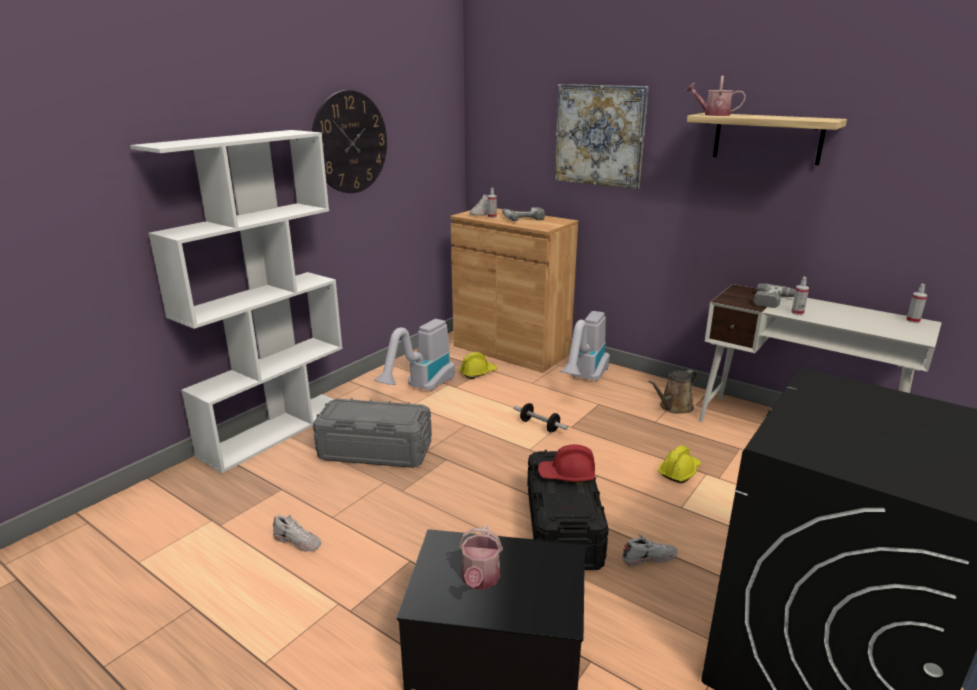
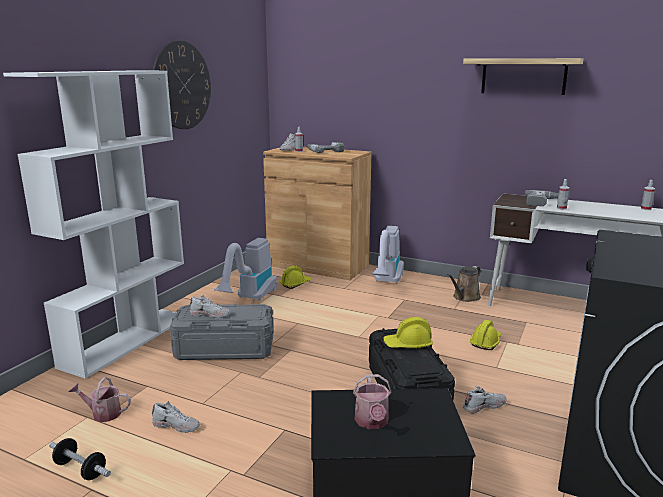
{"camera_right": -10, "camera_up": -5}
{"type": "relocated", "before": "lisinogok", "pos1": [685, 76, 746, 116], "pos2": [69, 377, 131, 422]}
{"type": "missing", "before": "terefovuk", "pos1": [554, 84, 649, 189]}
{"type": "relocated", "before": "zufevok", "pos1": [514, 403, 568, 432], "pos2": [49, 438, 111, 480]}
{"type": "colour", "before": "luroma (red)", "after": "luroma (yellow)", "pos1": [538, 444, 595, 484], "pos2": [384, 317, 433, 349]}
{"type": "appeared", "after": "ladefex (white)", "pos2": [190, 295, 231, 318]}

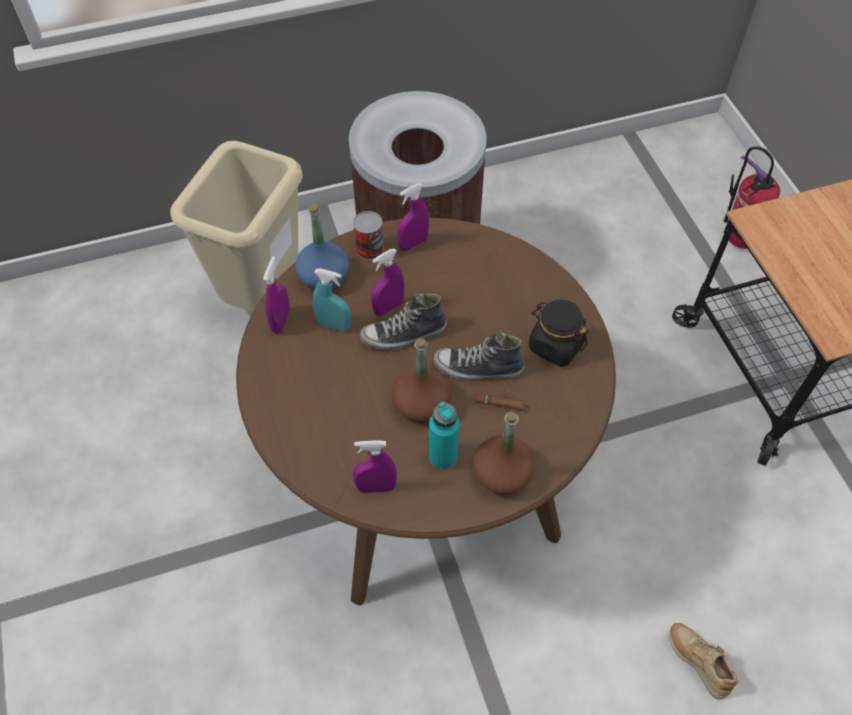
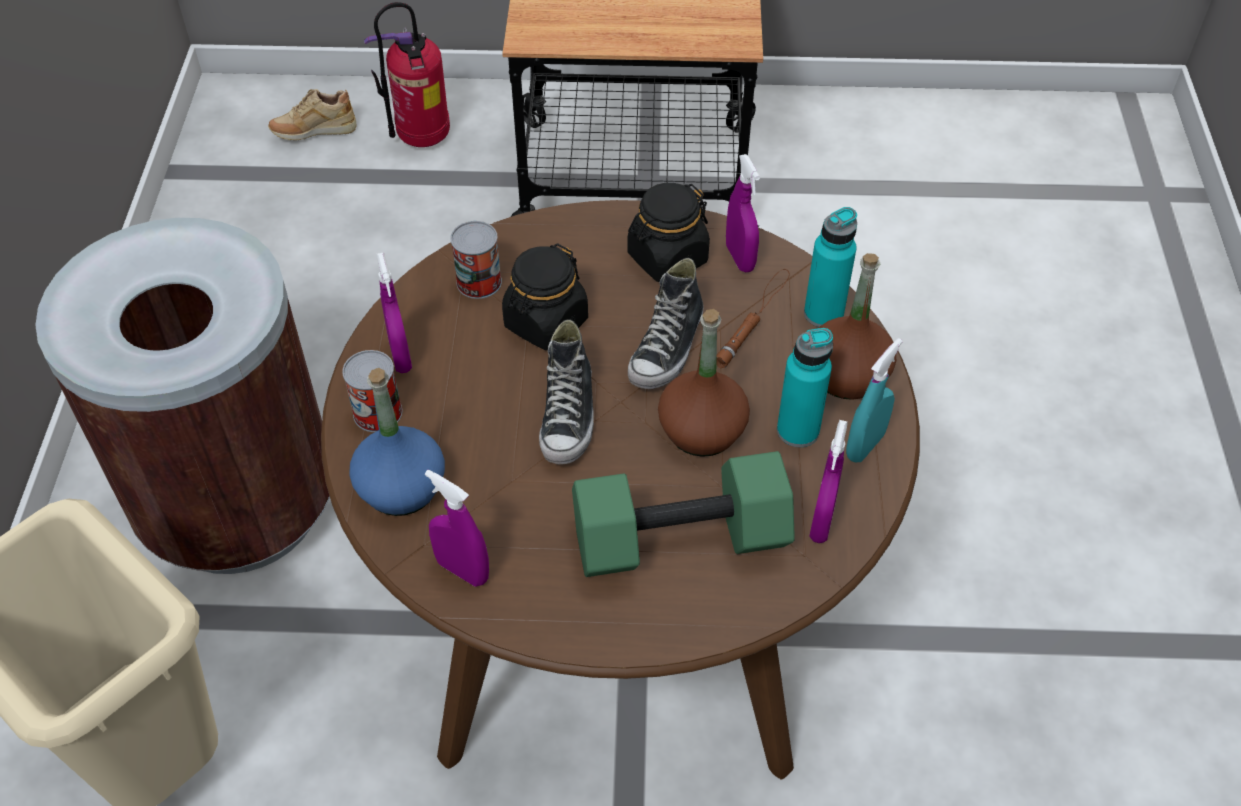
{"camera_right": -70, "camera_up": -5}
{"type": "relocated", "before": "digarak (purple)", "pos1": [371, 249, 404, 316], "pos2": [726, 154, 760, 272]}
{"type": "relocated", "before": "digarak (turquoise)", "pos1": [313, 268, 351, 331], "pos2": [846, 338, 902, 462]}
{"type": "relocated", "before": "ladefex (beige)", "pos1": [669, 623, 739, 699], "pos2": [268, 89, 357, 140]}
{"type": "appeared", "after": "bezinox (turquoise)", "pos2": [804, 207, 857, 327]}
{"type": "appeared", "after": "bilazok", "pos2": [450, 221, 502, 299]}
{"type": "appeared", "after": "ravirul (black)", "pos2": [502, 244, 588, 350]}
{"type": "appeared", "after": "zufevok (green)", "pos2": [572, 451, 795, 577]}

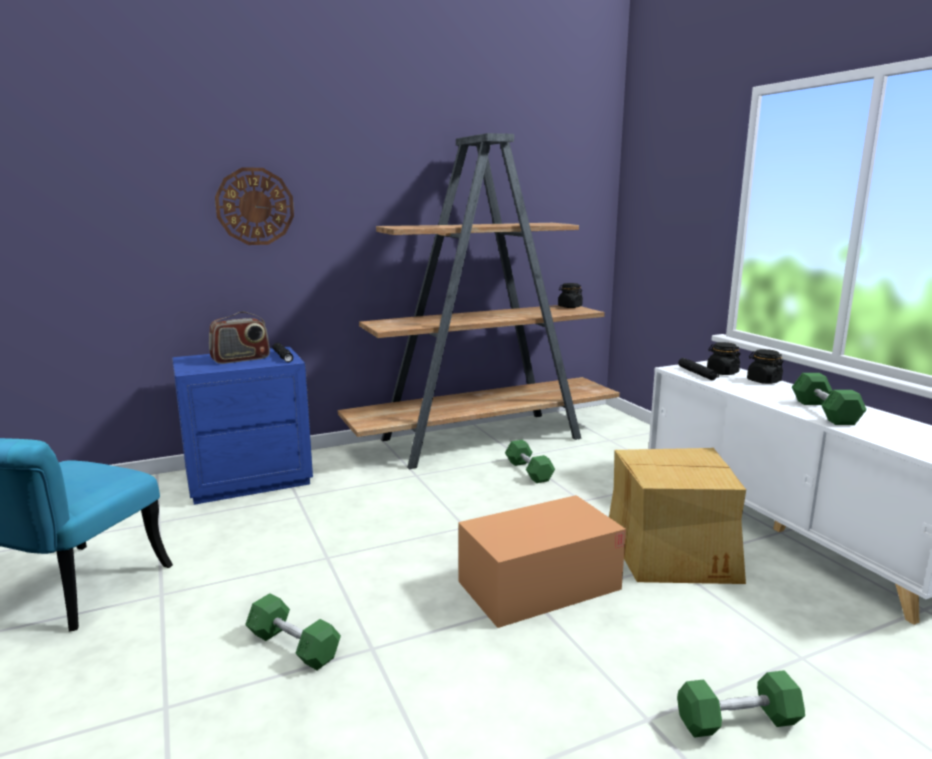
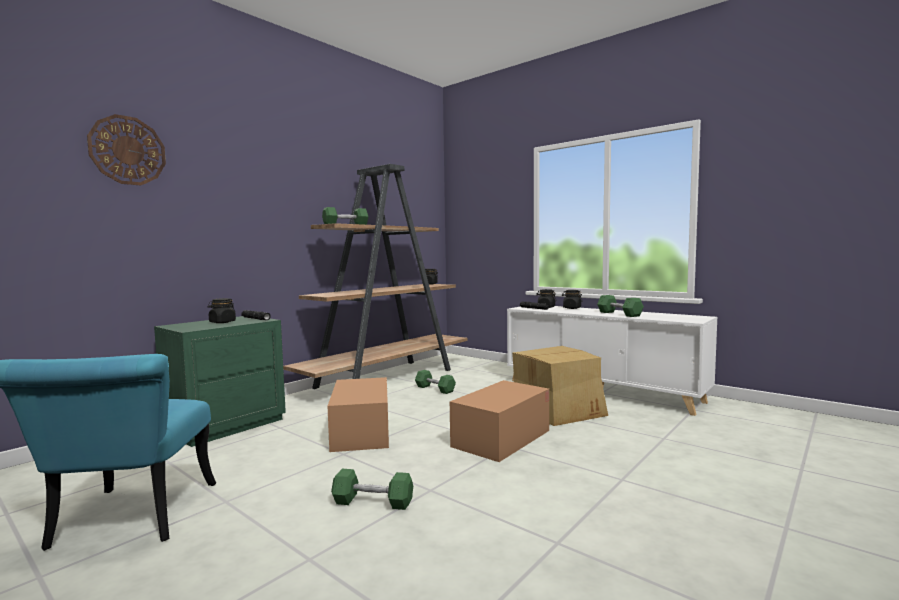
{"camera_right": -25, "camera_up": -10}
{"type": "relocated", "before": "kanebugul", "pos1": [215, 167, 294, 245], "pos2": [87, 114, 166, 185]}
{"type": "exchanged", "before": "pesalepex", "after": "ravirul (black)", "pos1": [209, 312, 270, 364], "pos2": [208, 298, 236, 323]}
{"type": "colour", "before": "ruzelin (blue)", "after": "ruzelin (green)", "pos1": [172, 347, 313, 505], "pos2": [154, 316, 286, 447]}
{"type": "relocated", "before": "zufevok (green)", "pos1": [677, 670, 805, 738], "pos2": [322, 207, 368, 225]}
{"type": "appeared", "after": "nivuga", "pos2": [327, 377, 389, 452]}

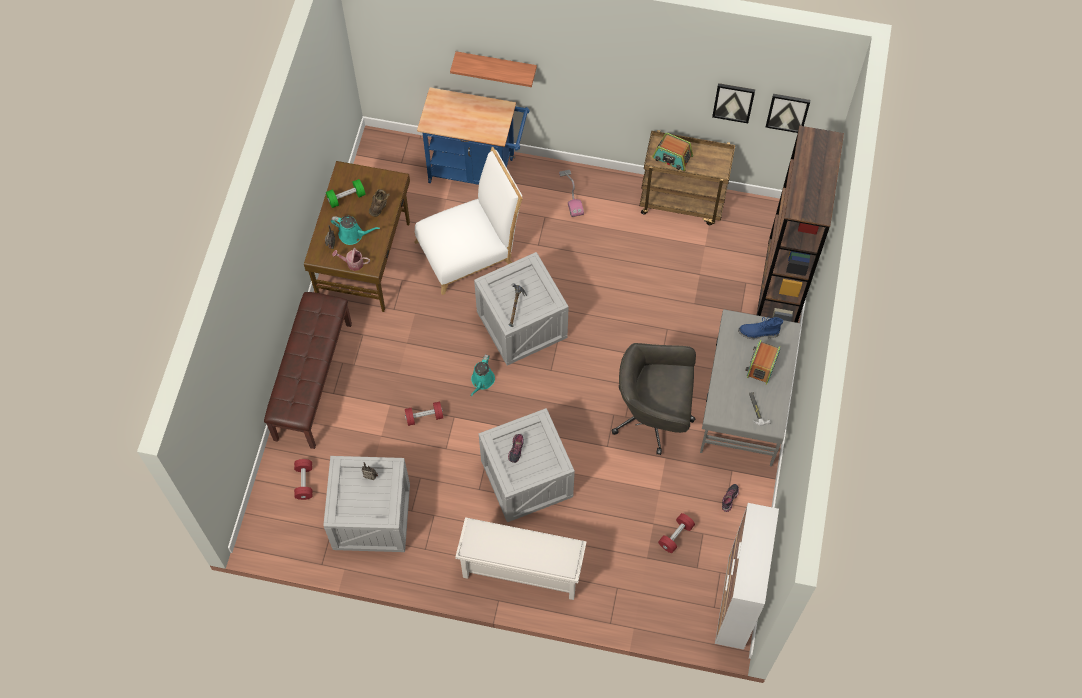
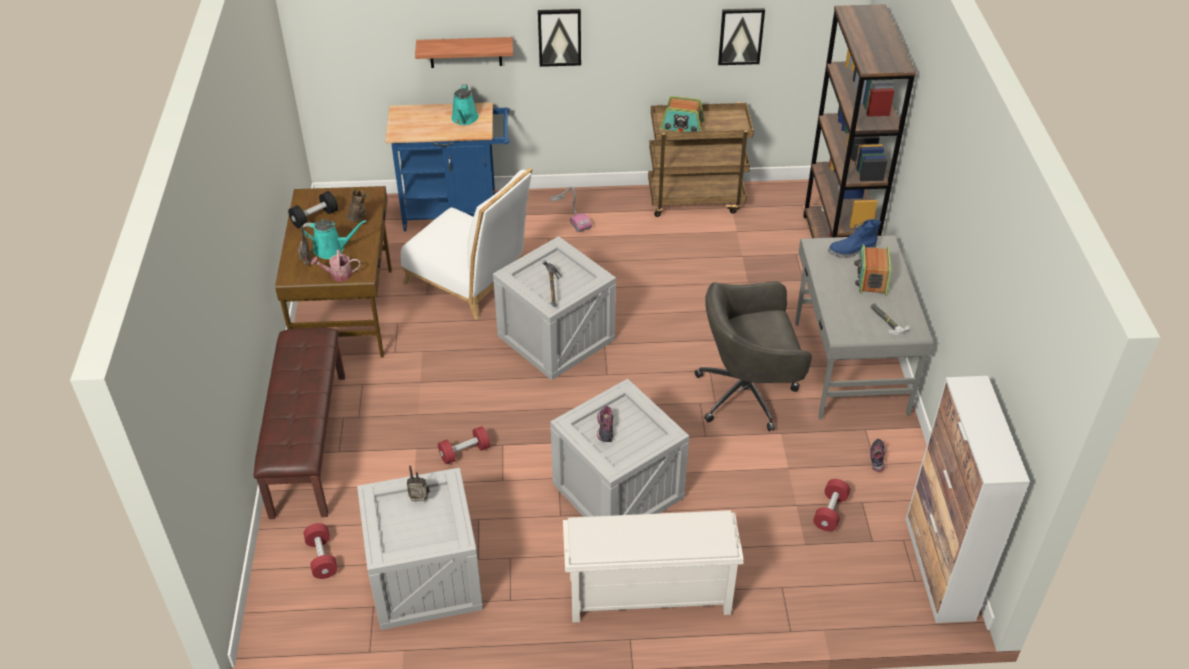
{"camera_right": -15, "camera_up": -20}
{"type": "relocated", "before": "terefovuk", "pos1": [765, 94, 810, 133], "pos2": [538, 9, 581, 67]}
{"type": "spun", "before": "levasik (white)", "pos1": [415, 147, 523, 295], "pos2": [401, 168, 533, 319], "turn": 75}
{"type": "colour", "before": "zufevok (green)", "after": "zufevok (black)", "pos1": [326, 179, 366, 208], "pos2": [288, 191, 338, 229]}
{"type": "relocated", "before": "lisinogok (turquoise)", "pos1": [471, 354, 495, 396], "pos2": [451, 84, 479, 125]}

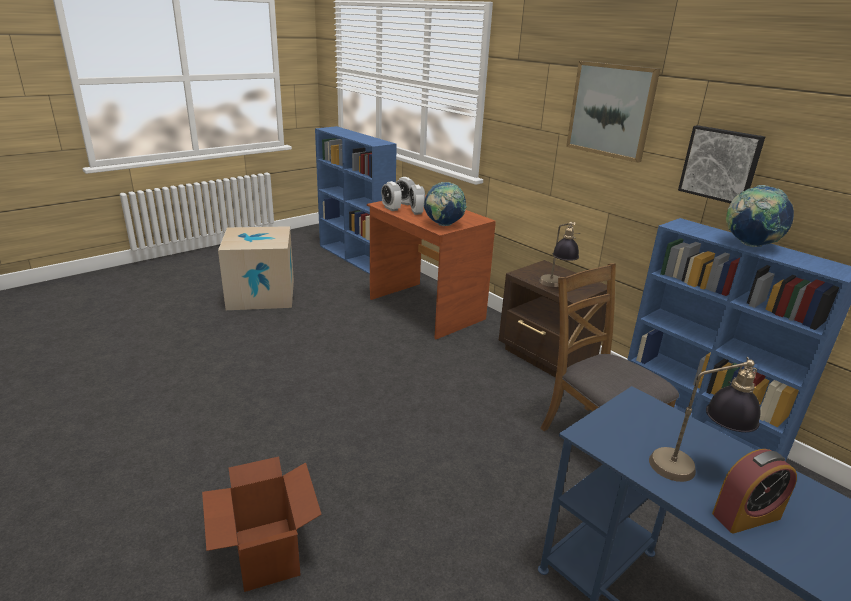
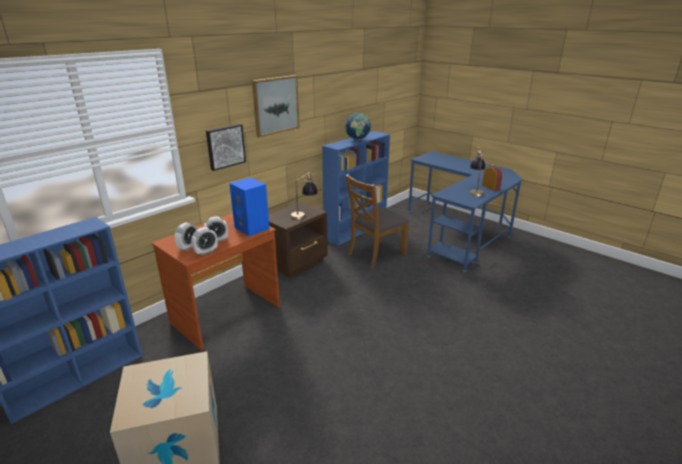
{"camera_right": -95, "camera_up": 0}
{"type": "relocated", "before": "terefovuk", "pos1": [678, 125, 765, 203], "pos2": [206, 124, 246, 171]}
{"type": "exchanged", "before": "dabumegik", "after": "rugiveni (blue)", "pos1": [424, 182, 467, 226], "pos2": [229, 178, 269, 236]}
{"type": "missing", "before": "nivuga", "pos1": [202, 456, 322, 592]}

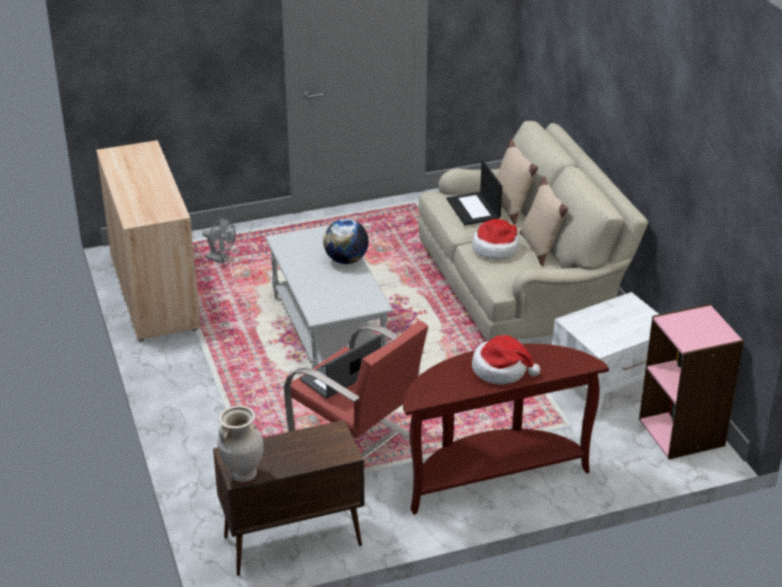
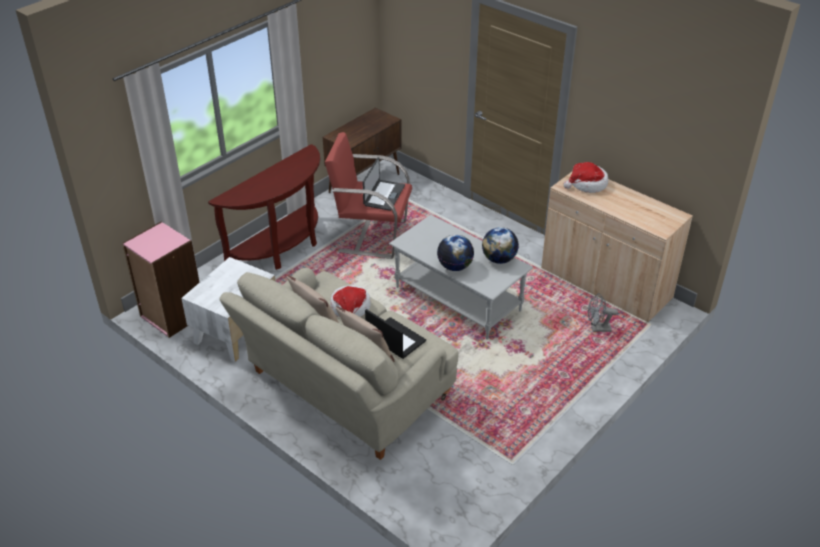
{"camera_right": 150, "camera_up": 5}
{"type": "relocated", "before": "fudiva", "pos1": [472, 335, 540, 384], "pos2": [564, 162, 608, 193]}
{"type": "missing", "before": "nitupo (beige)", "pos1": [218, 406, 264, 482]}
{"type": "appeared", "after": "dabumegik", "pos2": [482, 227, 519, 264]}

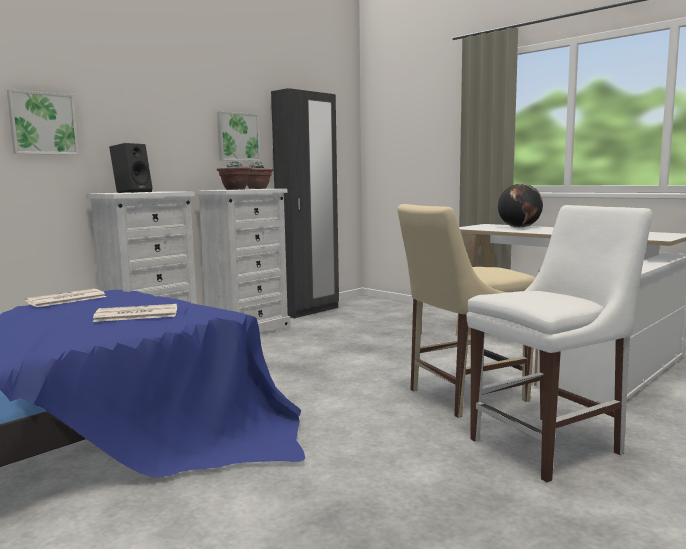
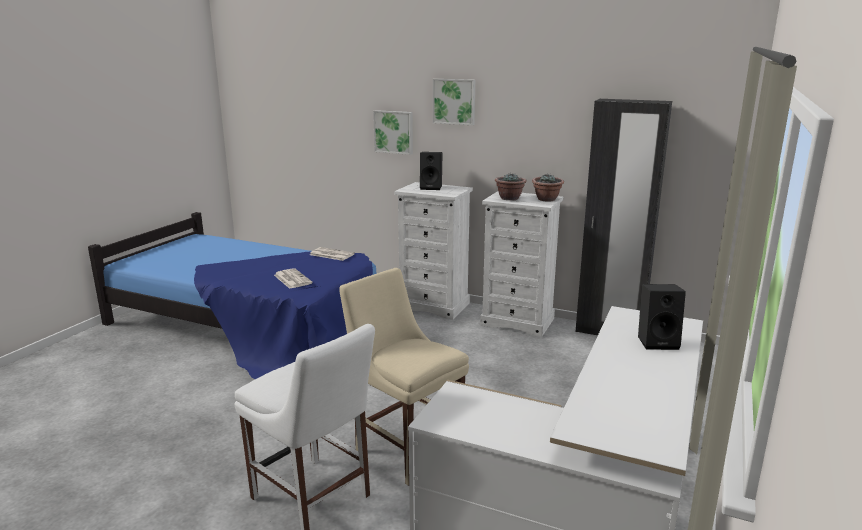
{"camera_right": 70, "camera_up": 10}
{"type": "relocated", "before": "terefovuk", "pos1": [217, 111, 261, 161], "pos2": [433, 79, 475, 125]}
{"type": "exchanged", "before": "dabumegik", "after": "rugiveni (black)", "pos1": [498, 184, 543, 228], "pos2": [638, 284, 686, 350]}

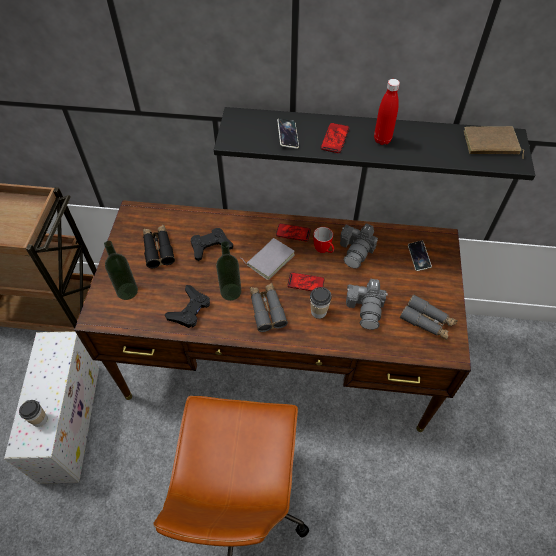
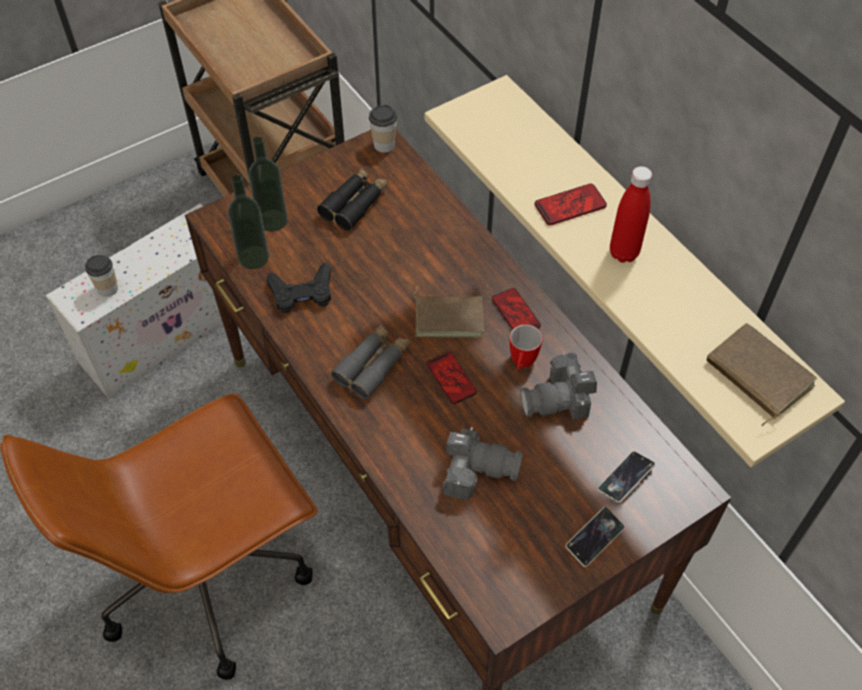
{"camera_right": 50, "camera_up": 0}
{"type": "colour", "before": "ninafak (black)", "after": "ninafak (beige)", "pos1": [214, 107, 535, 180], "pos2": [425, 75, 845, 467]}
{"type": "relocated", "before": "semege", "pos1": [277, 118, 299, 149], "pos2": [565, 507, 625, 567]}
{"type": "missing", "before": "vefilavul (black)", "pos1": [191, 228, 233, 261]}
{"type": "colour", "before": "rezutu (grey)", "after": "rezutu (brown)", "pos1": [240, 238, 295, 280], "pos2": [414, 285, 484, 338]}
{"type": "relocated", "before": "bezinox", "pos1": [216, 241, 241, 301], "pos2": [228, 174, 269, 269]}
{"type": "spun", "before": "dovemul", "pos1": [346, 279, 388, 330], "pos2": [443, 427, 523, 499], "turn": -135}
{"type": "relocated", "before": "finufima", "pos1": [310, 287, 331, 319], "pos2": [369, 105, 397, 153]}
{"type": "missing", "before": "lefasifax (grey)", "pos1": [400, 295, 457, 340]}

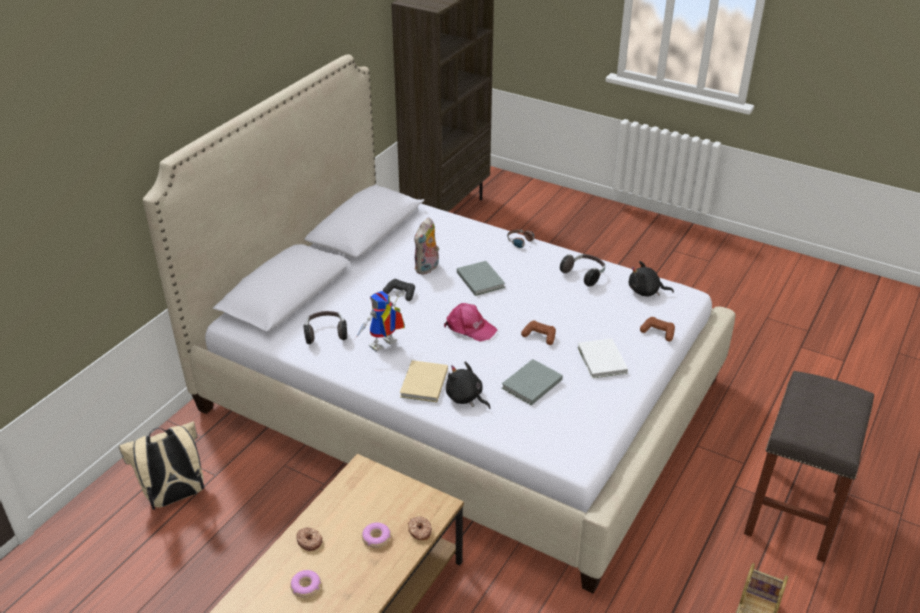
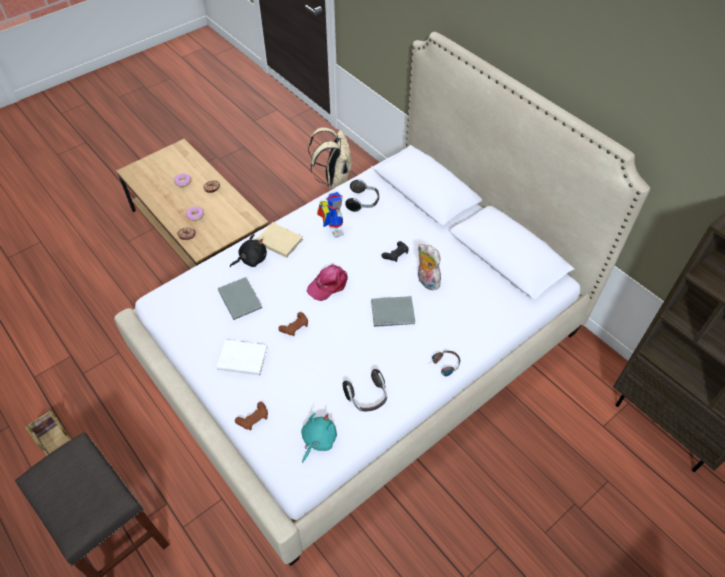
{"camera_right": 110, "camera_up": 15}
{"type": "colour", "before": "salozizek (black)", "after": "salozizek (turquoise)", "pos1": [629, 261, 674, 296], "pos2": [301, 413, 337, 463]}

